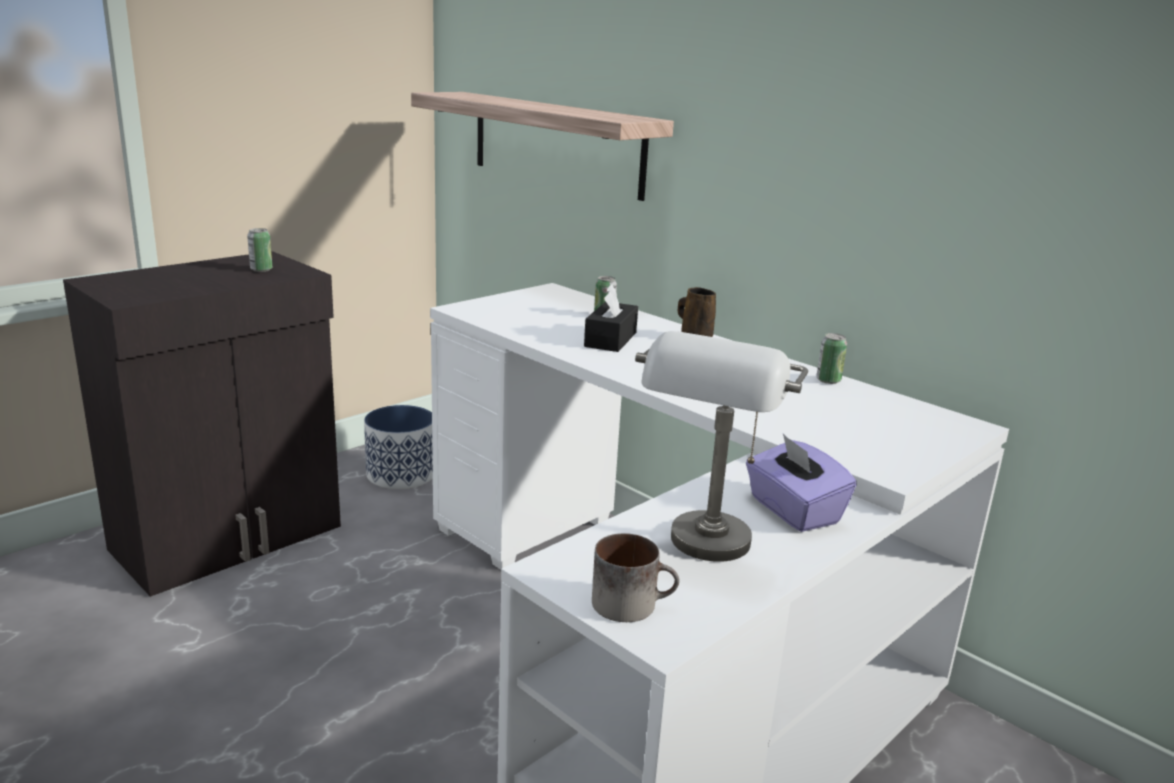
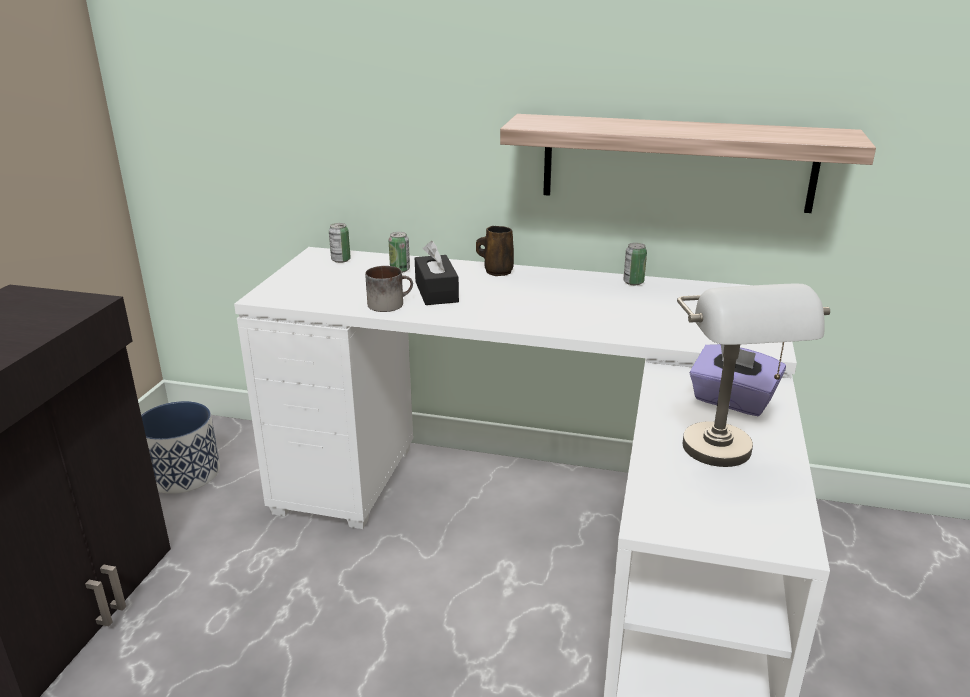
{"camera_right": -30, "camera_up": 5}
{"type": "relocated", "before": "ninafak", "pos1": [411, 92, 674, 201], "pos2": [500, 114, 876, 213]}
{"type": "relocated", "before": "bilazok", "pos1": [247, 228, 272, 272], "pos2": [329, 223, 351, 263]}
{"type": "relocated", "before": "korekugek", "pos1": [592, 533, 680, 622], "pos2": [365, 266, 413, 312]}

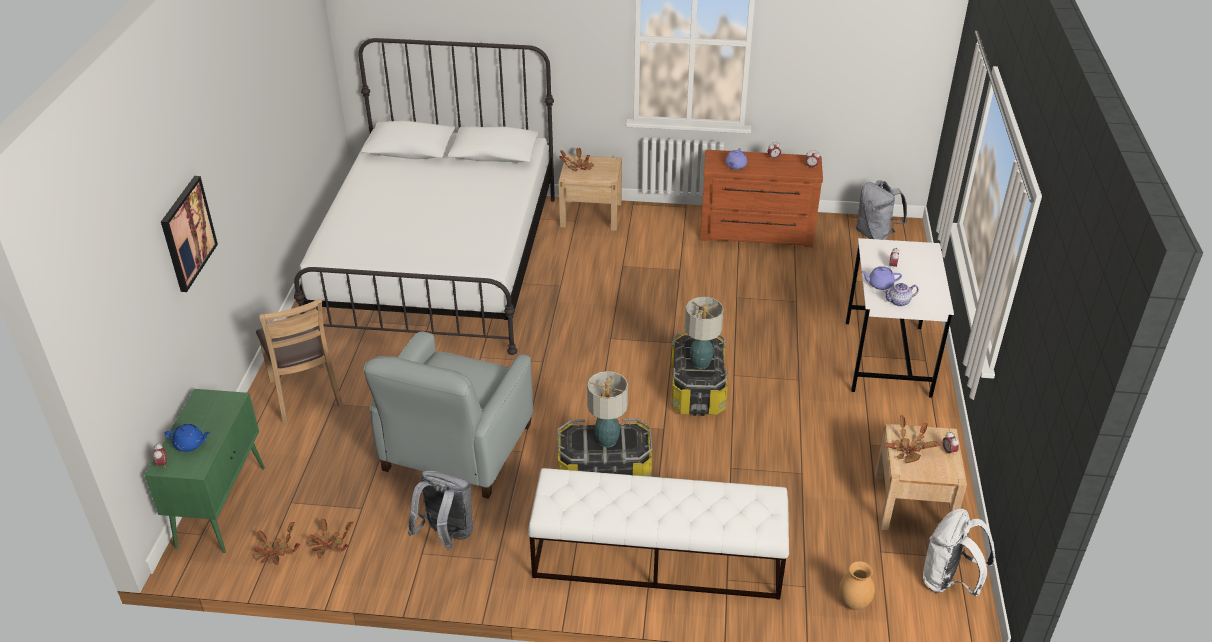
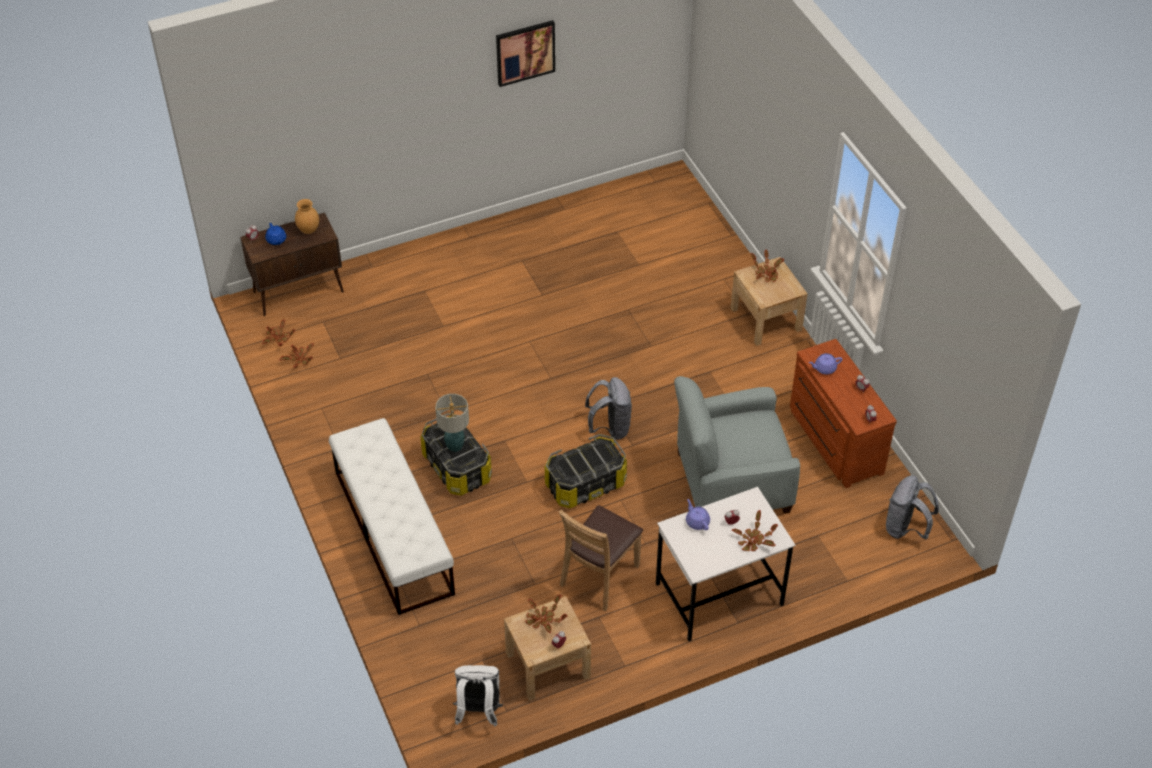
{"camera_right": 60, "camera_up": 10}
{"type": "missing", "before": "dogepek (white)", "pos1": [294, 38, 555, 355]}
{"type": "relocated", "before": "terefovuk", "pos1": [161, 176, 218, 292], "pos2": [496, 20, 555, 87]}
{"type": "missing", "before": "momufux", "pos1": [884, 283, 919, 306]}
{"type": "missing", "before": "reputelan", "pos1": [685, 297, 724, 369]}
{"type": "relocated", "before": "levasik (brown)", "pos1": [256, 298, 343, 424], "pos2": [559, 505, 643, 611]}
{"type": "relocated", "before": "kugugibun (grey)", "pos1": [364, 332, 534, 499], "pos2": [674, 376, 800, 514]}
{"type": "colour", "before": "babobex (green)", "after": "babobex (brown)", "pos1": [144, 389, 265, 553], "pos2": [240, 213, 344, 316]}
{"type": "relocated", "before": "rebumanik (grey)", "pos1": [408, 471, 473, 550], "pos2": [585, 377, 632, 440]}
{"type": "relocated", "before": "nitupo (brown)", "pos1": [839, 561, 875, 610], "pos2": [295, 199, 319, 234]}
{"type": "appeared", "after": "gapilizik", "pos2": [732, 510, 778, 551]}

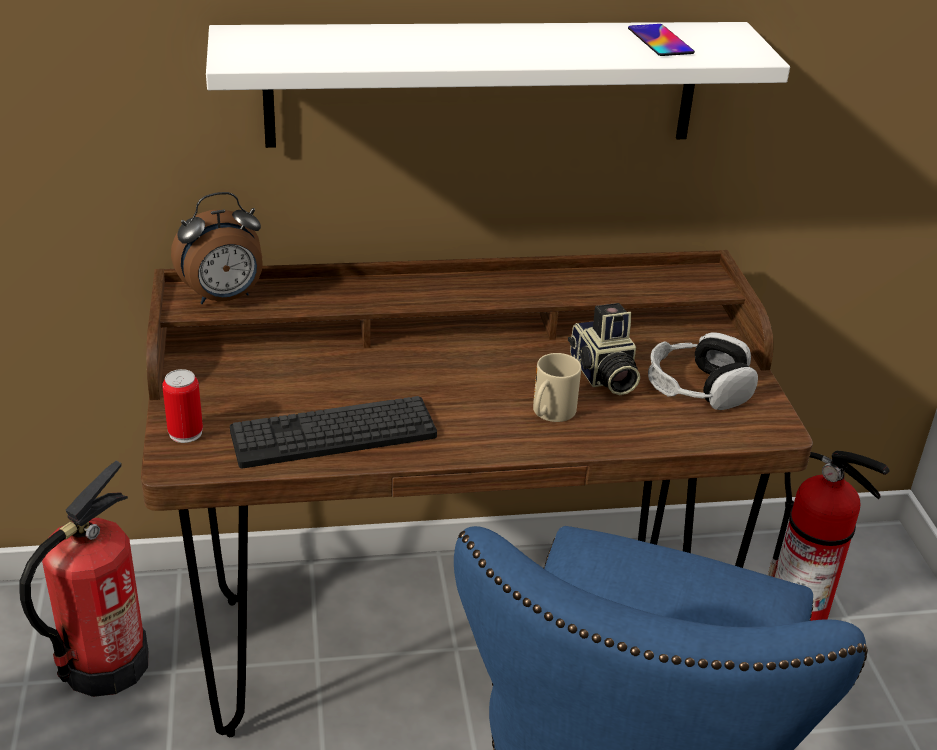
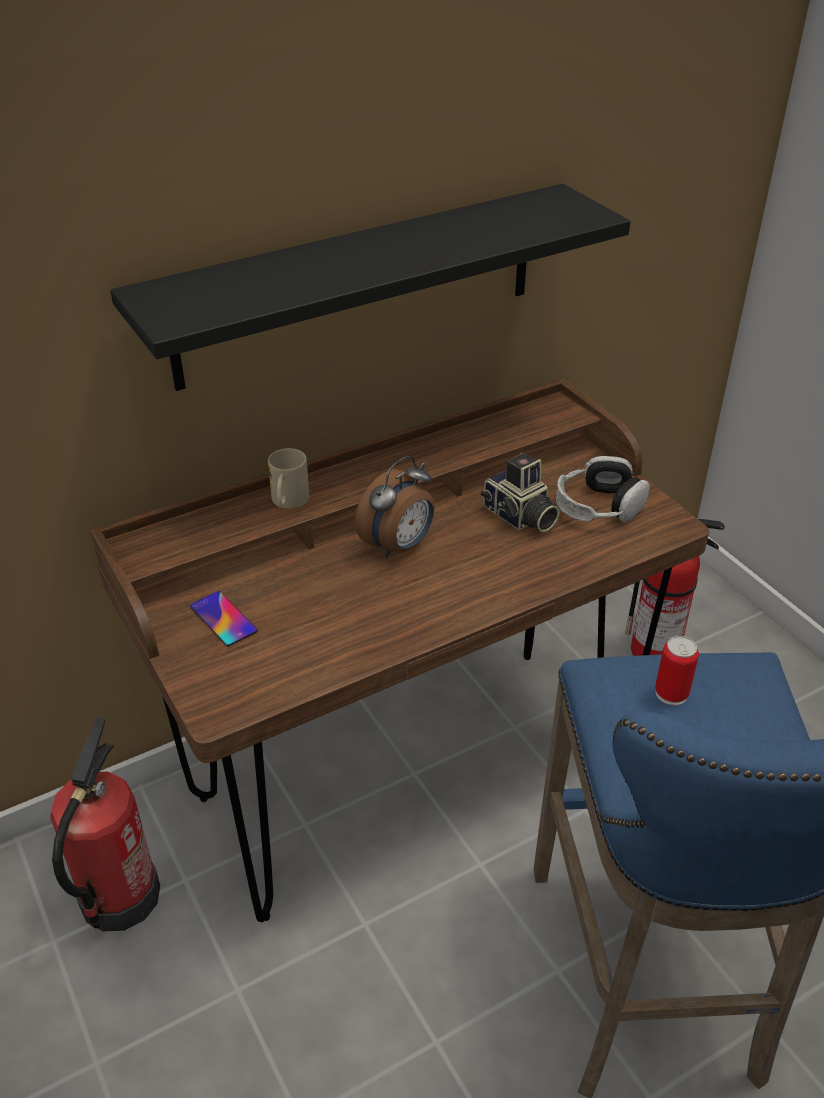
{"camera_right": -20, "camera_up": 5}
{"type": "colour", "before": "ninafak (white)", "after": "ninafak (black)", "pos1": [206, 22, 790, 148], "pos2": [110, 184, 631, 391]}
{"type": "relocated", "before": "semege", "pos1": [628, 24, 695, 56], "pos2": [190, 591, 258, 646]}
{"type": "relocated", "before": "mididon", "pos1": [171, 192, 263, 304], "pos2": [355, 456, 435, 558]}
{"type": "relocated", "before": "korekugek (beige)", "pos1": [533, 353, 581, 422], "pos2": [268, 448, 309, 508]}
{"type": "relocated", "before": "bilazok", "pos1": [162, 369, 203, 443], "pos2": [655, 636, 699, 705]}
{"type": "missing", "before": "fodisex", "pos1": [230, 396, 437, 468]}

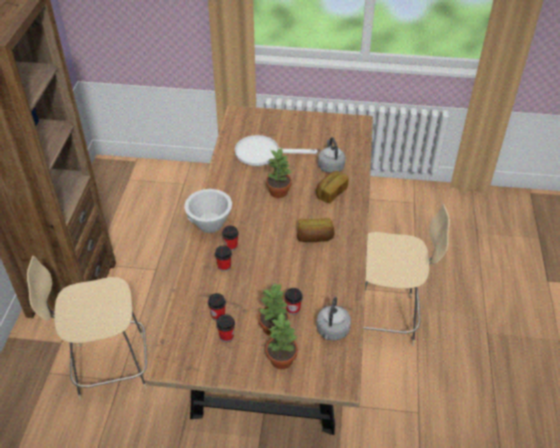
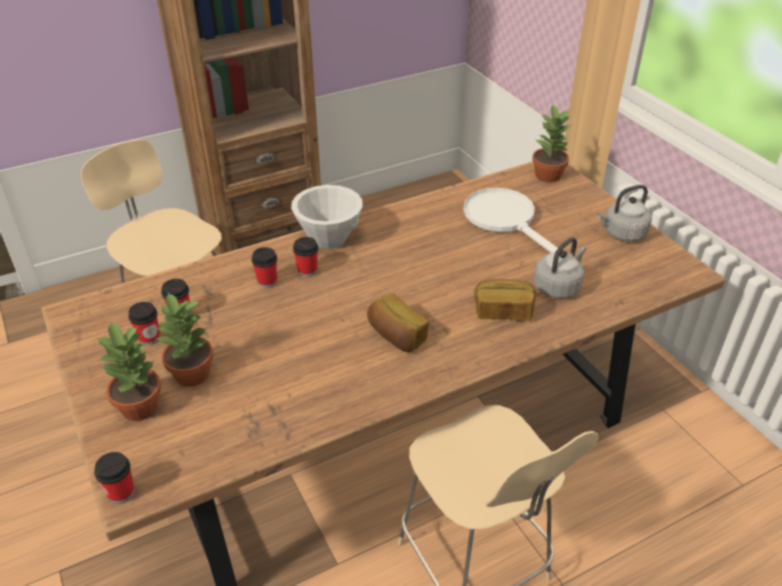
{"camera_right": 55, "camera_up": -5}
{"type": "relocated", "before": "gapilizik", "pos1": [266, 149, 293, 198], "pos2": [532, 105, 573, 182]}
{"type": "relocated", "before": "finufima", "pos1": [285, 288, 303, 315], "pos2": [94, 452, 135, 504]}
{"type": "relocated", "before": "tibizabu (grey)", "pos1": [316, 297, 351, 340], "pos2": [597, 185, 652, 242]}

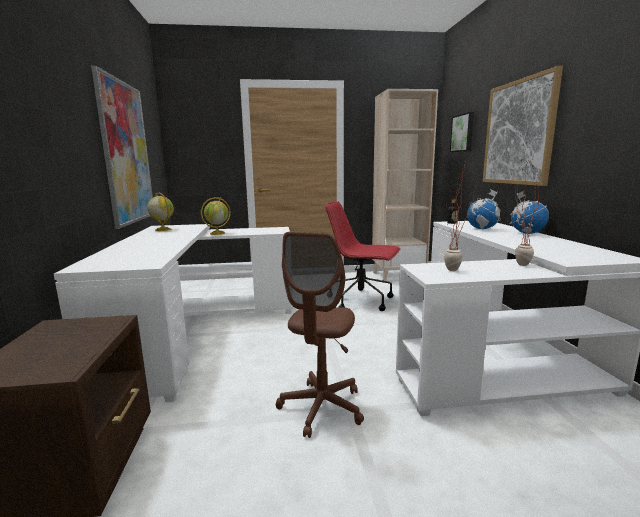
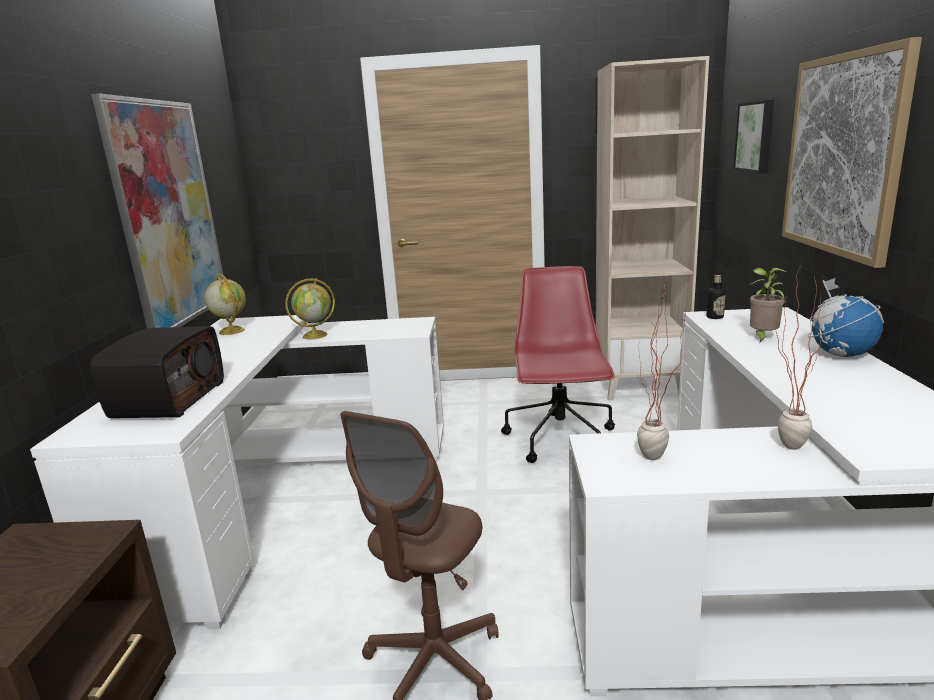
{"camera_right": 10, "camera_up": 5}
{"type": "exchanged", "before": "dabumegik", "after": "gapilizik", "pos1": [467, 189, 501, 230], "pos2": [750, 268, 787, 342]}
{"type": "spun", "before": "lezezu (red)", "pos1": [325, 201, 401, 311], "pos2": [501, 266, 615, 463], "turn": 60}
{"type": "appeared", "after": "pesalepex", "pos2": [90, 326, 224, 418]}

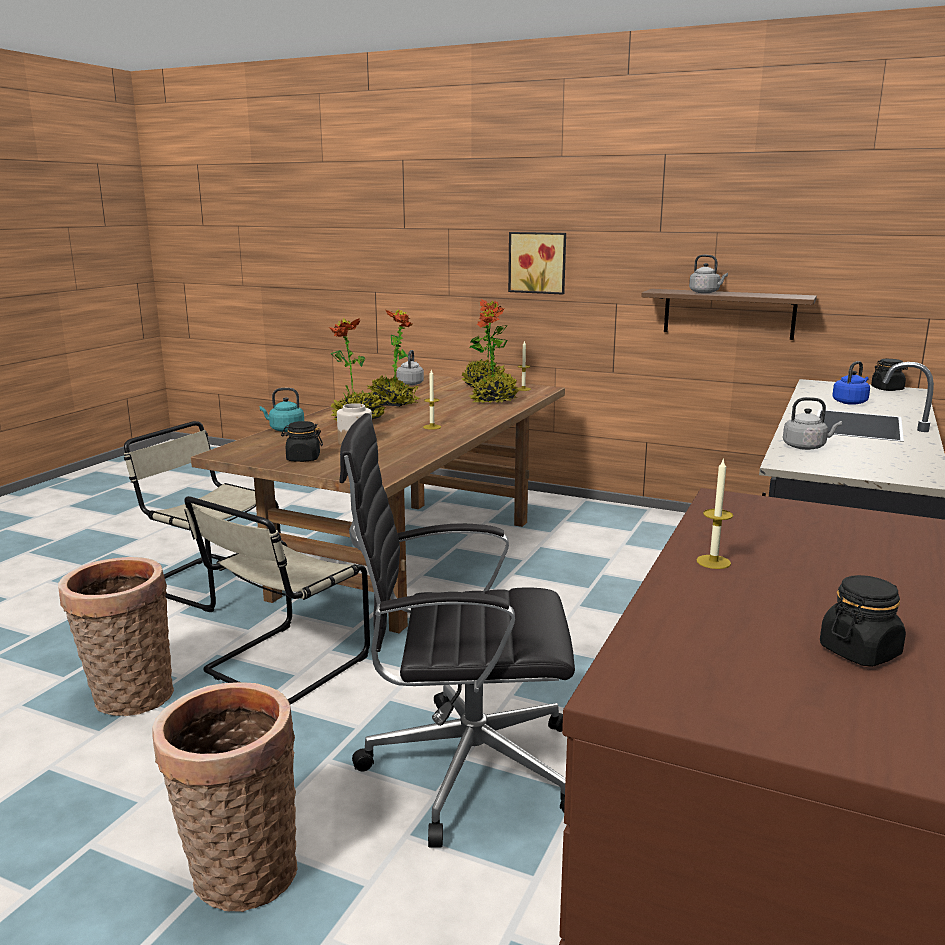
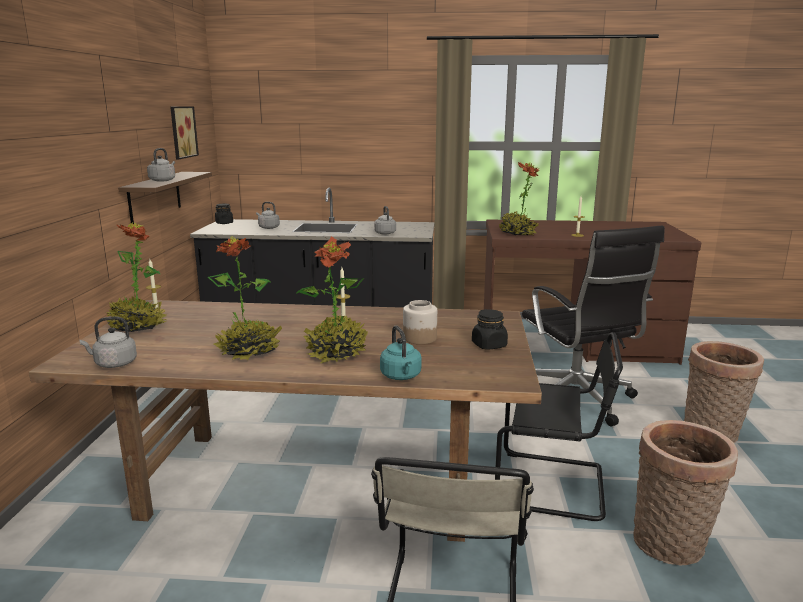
{"camera_right": -110, "camera_up": 0}
{"type": "relocated", "before": "terefovuk", "pos1": [508, 232, 566, 295], "pos2": [170, 106, 199, 159]}
{"type": "relocated", "before": "gapilizik", "pos1": [470, 307, 519, 403], "pos2": [499, 162, 539, 235]}
{"type": "colour", "before": "tibizabu (blue)", "after": "tibizabu (grey)", "pos1": [832, 361, 870, 405], "pos2": [256, 202, 280, 229]}
{"type": "colour", "before": "levasik (beige)", "after": "levasik (black)", "pos1": [184, 496, 370, 704], "pos2": [495, 332, 623, 521]}
{"type": "missing", "before": "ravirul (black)", "pos1": [820, 575, 906, 667]}

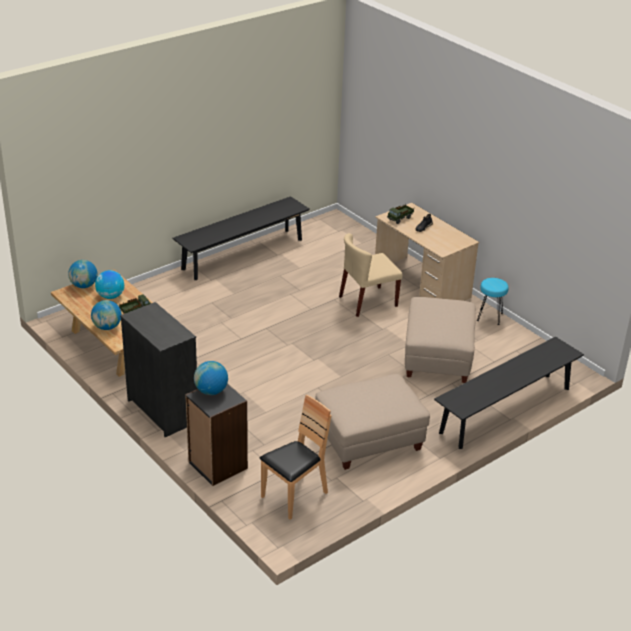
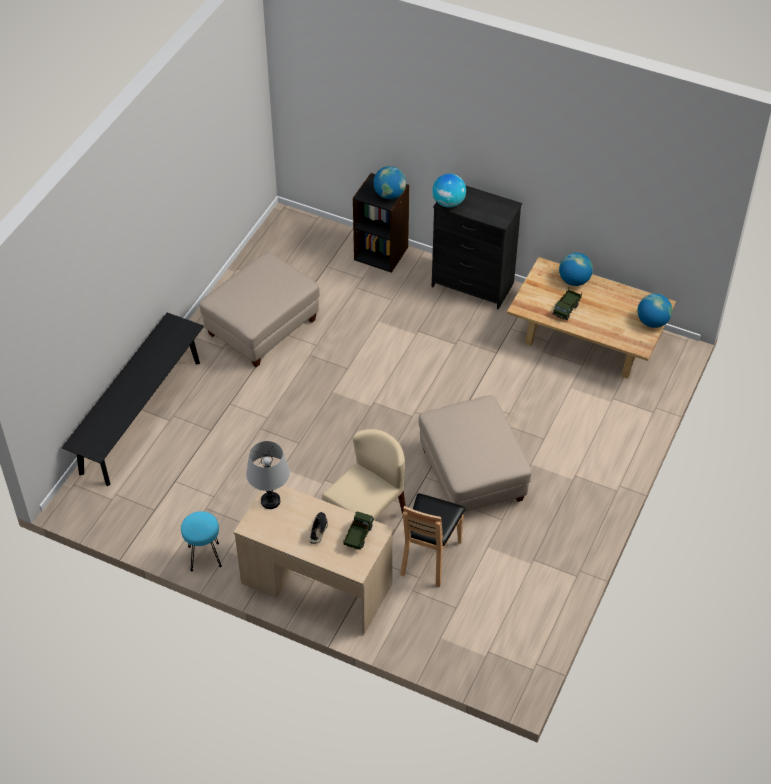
{"camera_right": 155, "camera_up": 15}
{"type": "missing", "before": "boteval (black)", "pos1": [172, 196, 310, 280]}
{"type": "relocated", "before": "dabumegik", "pos1": [95, 270, 124, 299], "pos2": [432, 174, 466, 208]}
{"type": "relocated", "before": "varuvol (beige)", "pos1": [405, 297, 476, 383], "pos2": [419, 395, 532, 512]}
{"type": "relocated", "before": "levasik (brown)", "pos1": [260, 395, 332, 520], "pos2": [400, 493, 466, 587]}
{"type": "appeared", "after": "reputelan (grey)", "pos2": [246, 441, 290, 509]}

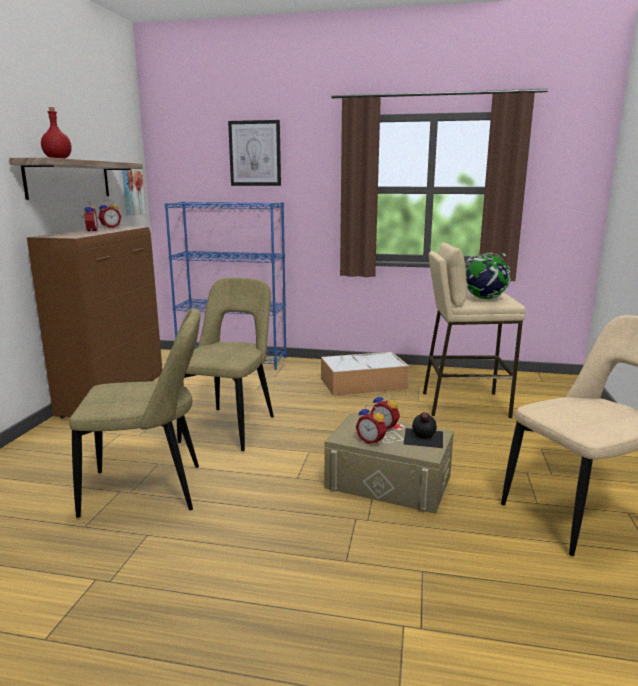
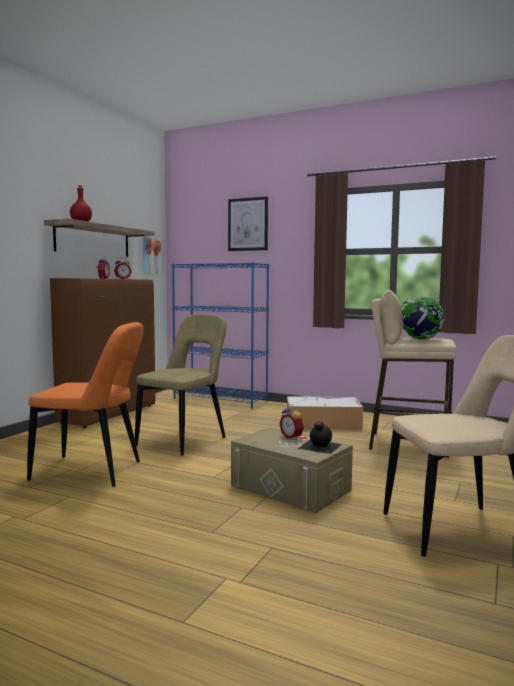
{"camera_right": 15, "camera_up": -10}
{"type": "colour", "before": "levasik (beige)", "after": "levasik (orange)", "pos1": [69, 308, 201, 518], "pos2": [27, 322, 144, 487]}
{"type": "missing", "before": "mididon", "pos1": [356, 405, 387, 445]}

